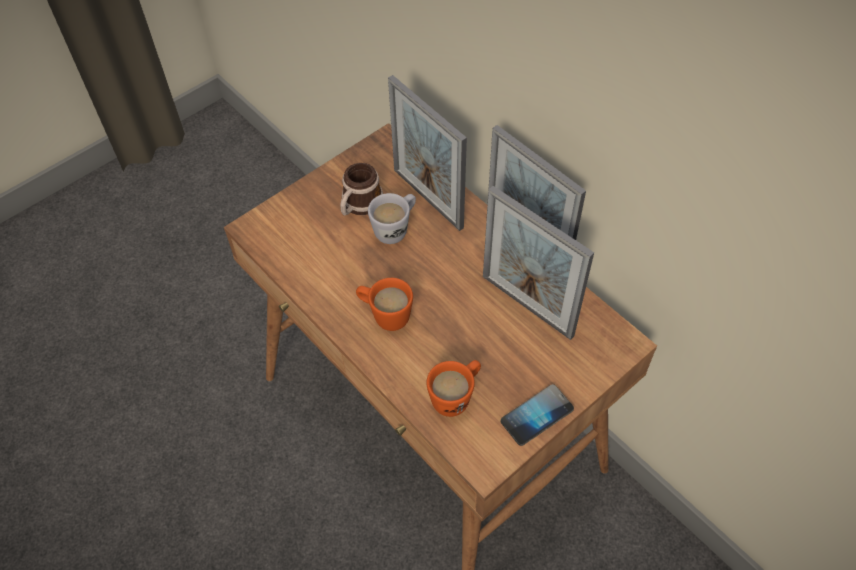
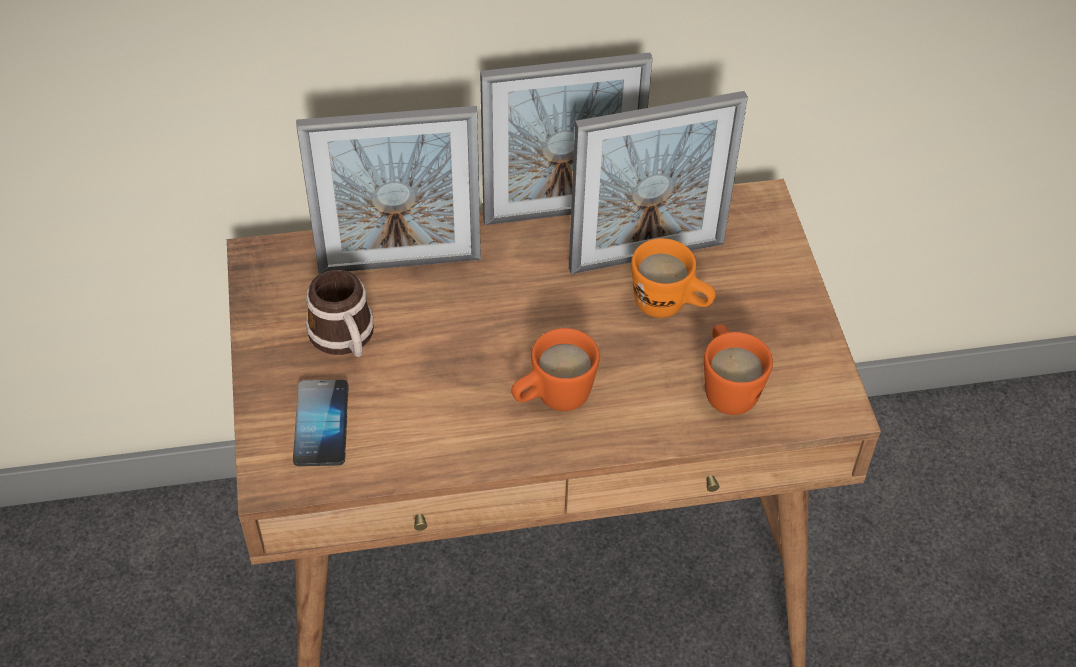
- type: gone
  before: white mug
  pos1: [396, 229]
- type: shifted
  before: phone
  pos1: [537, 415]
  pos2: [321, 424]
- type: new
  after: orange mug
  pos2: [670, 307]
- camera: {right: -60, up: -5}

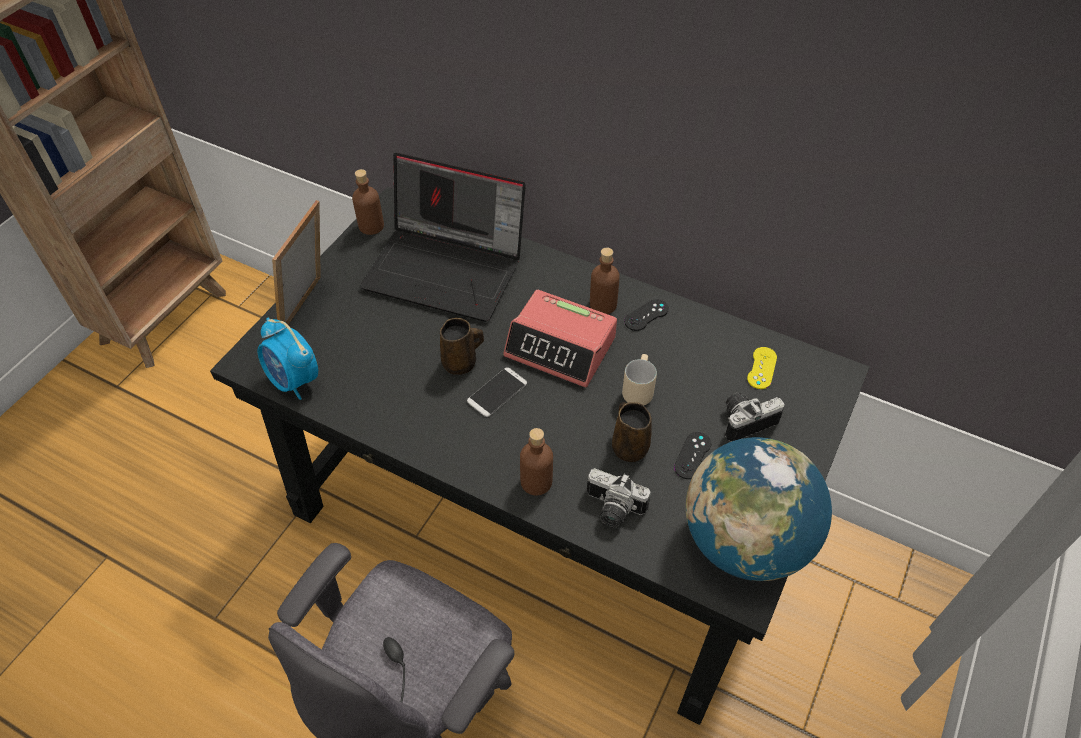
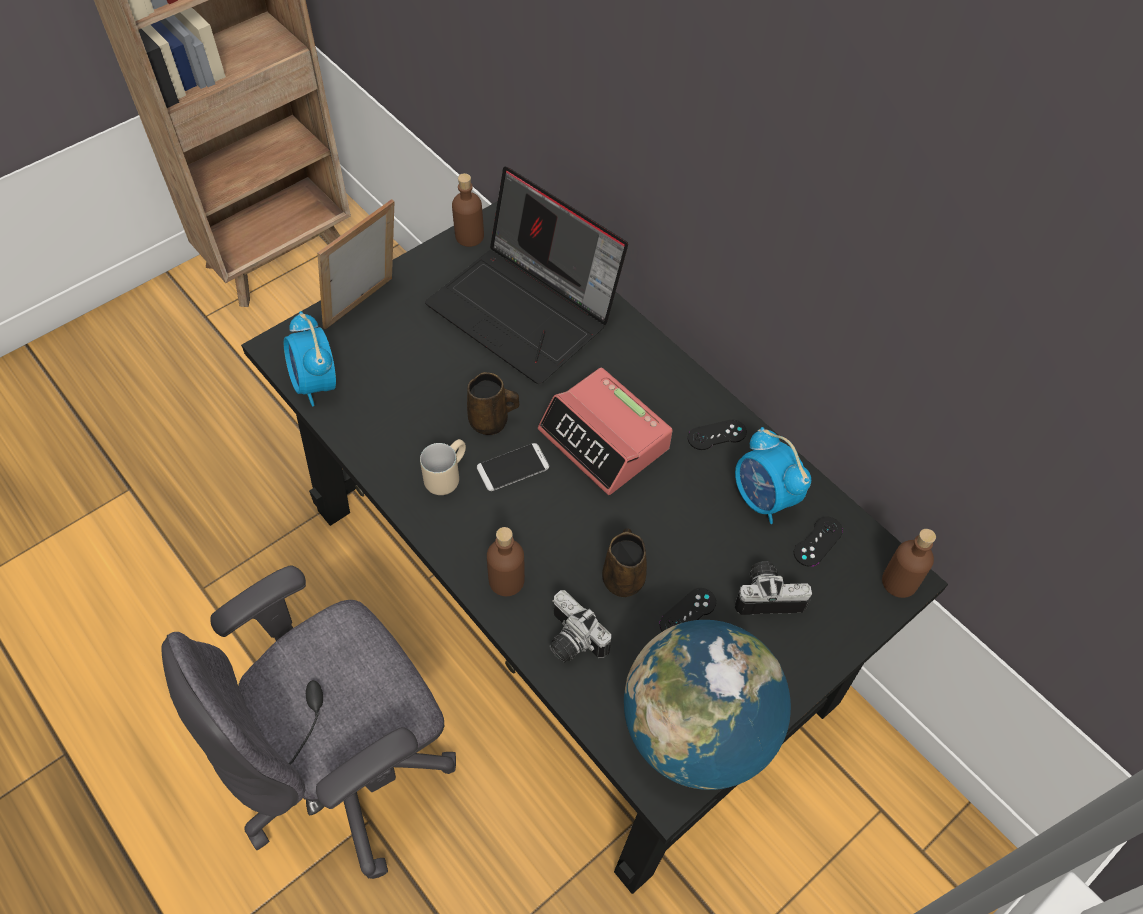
- type: shifted
  before: brown bottle
  pos1: [603, 304]
  pos2: [899, 582]
- type: repainted
  before: yellow game controller
  after: black game controller
  pos1: [762, 368]
  pos2: [818, 541]
- type: shifted
  before: beige mug
  pos1: [636, 389]
  pos2: [445, 475]
- type: new
  after: alarm clock
  pos2: [763, 499]
- camera: {right: 20, up: 5}

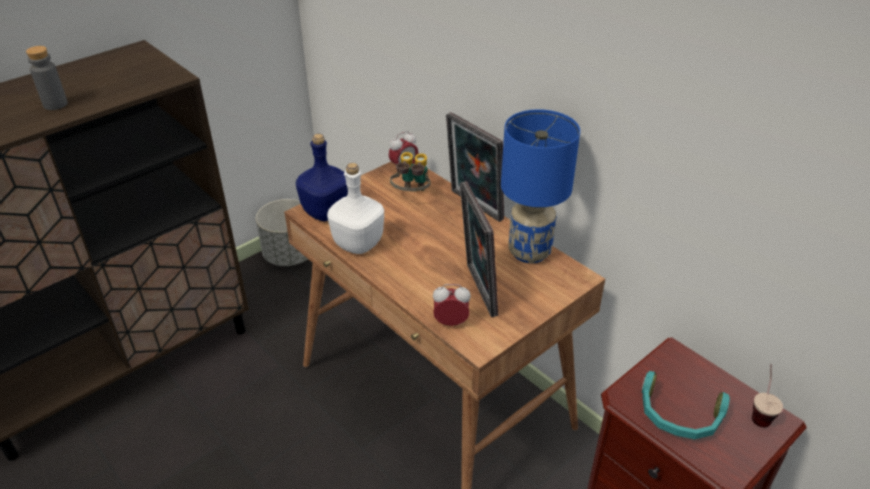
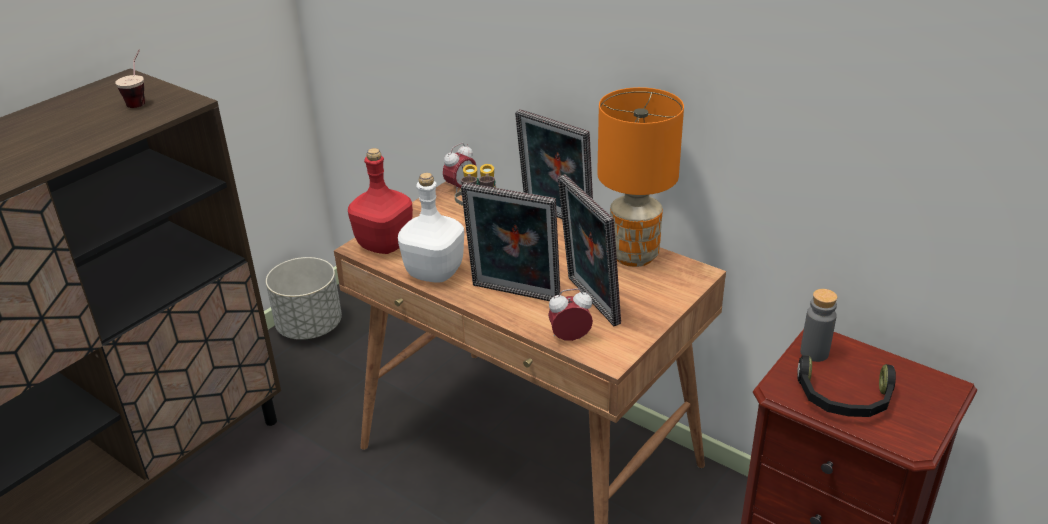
- type: shifted
  before: grey bottle
  pos1: [55, 104]
  pos2: [814, 353]
- type: repainted
  before: blue table lamp
  after: orange table lamp
  pos1: [530, 252]
  pos2: [635, 255]
- type: repainted
  before: blue bottle
  after: red bottle
  pos1: [325, 212]
  pos2: [384, 245]
- type: shifted
  before: cup
  pos1: [760, 411]
  pos2: [140, 100]
- type: repainted
  before: turquoise headphones
  after: black headphones
  pos1: [679, 416]
  pos2: [844, 399]
- type: new
  after: picture frame
  pos2: [514, 295]
- camera: {right: -10, up: -5}

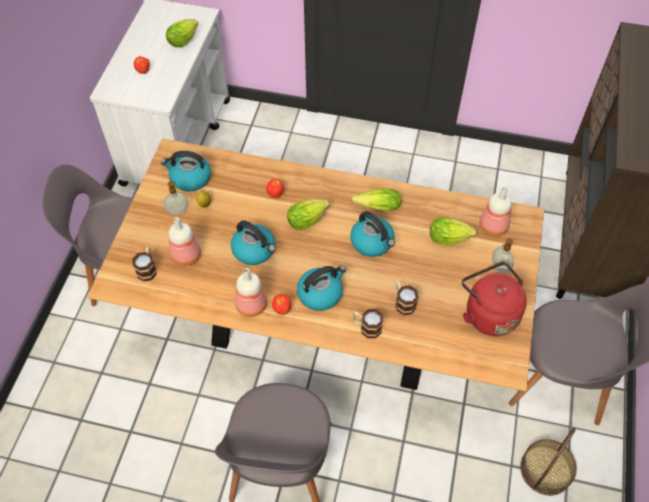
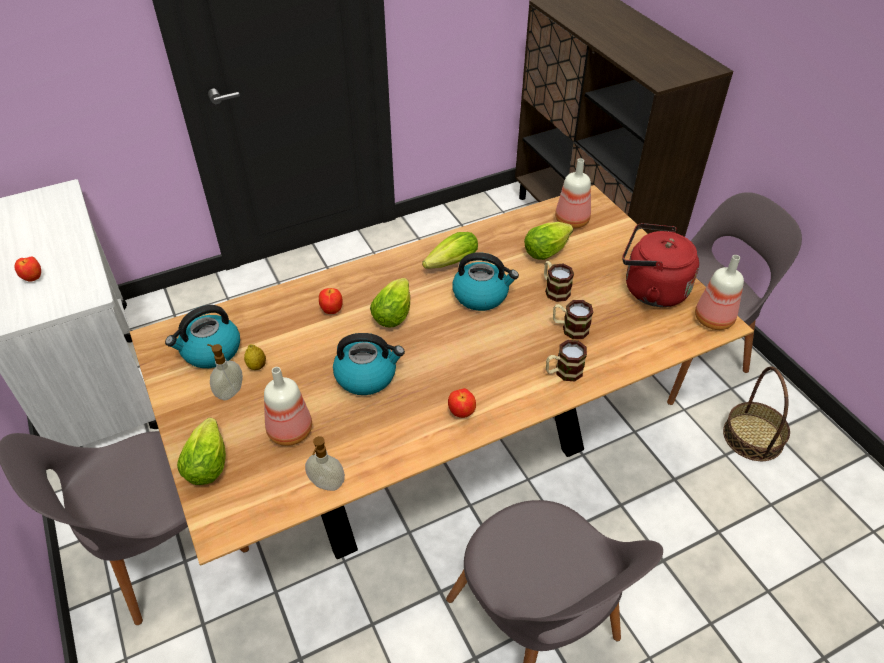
- type: shifted
  before: lettuce
  pos1: [184, 40]
  pos2: [208, 461]
- type: shifted
  before: soap dispenser
  pos1: [499, 268]
  pos2: [326, 485]
- type: shifted
  before: mug
  pos1: [148, 269]
  pos2: [554, 289]
- type: gone
  before: kettle
  pos1: [320, 293]
- type: shifted
  before: bottle
  pos1: [251, 306]
  pos2: [714, 320]
- camera: {right: -40, up: -10}

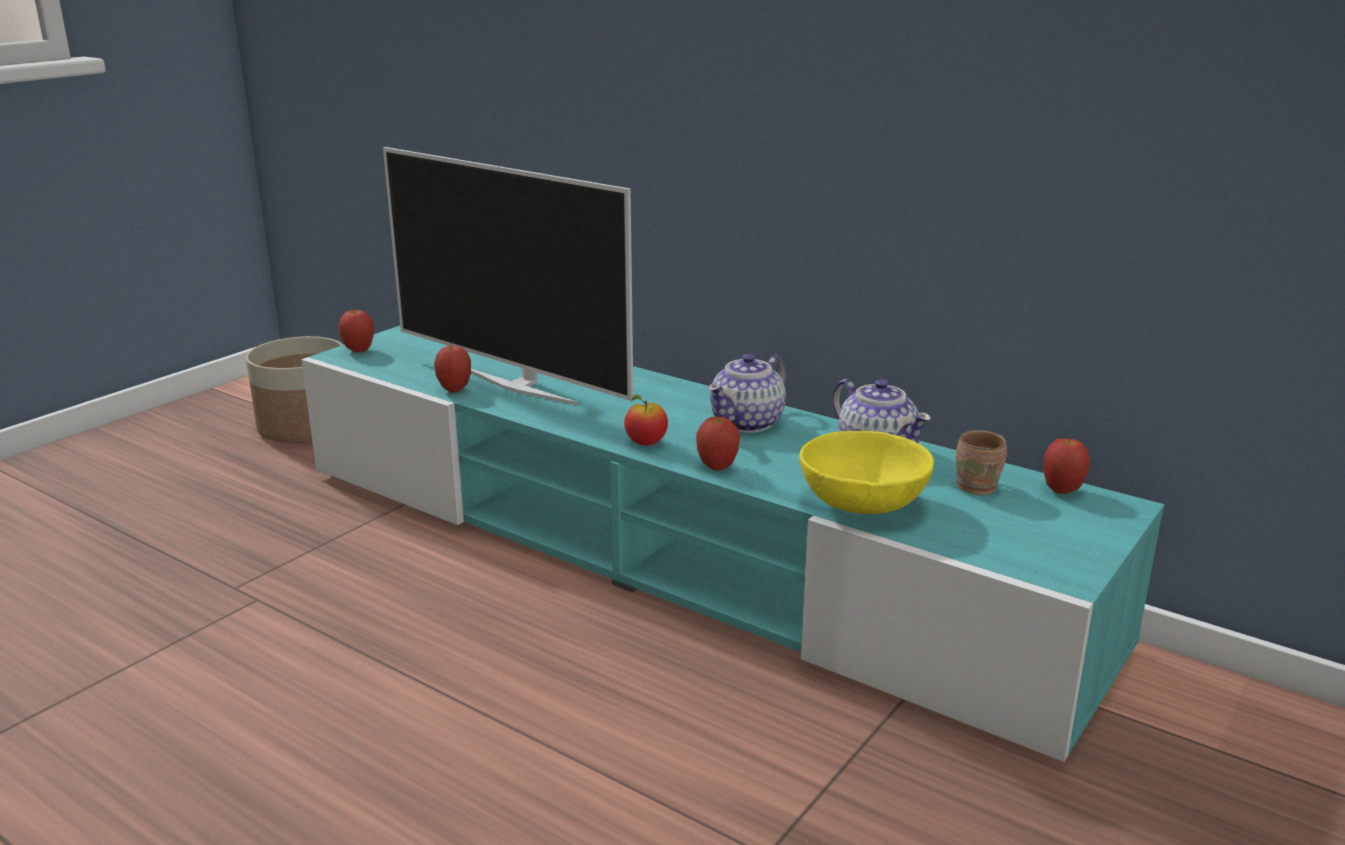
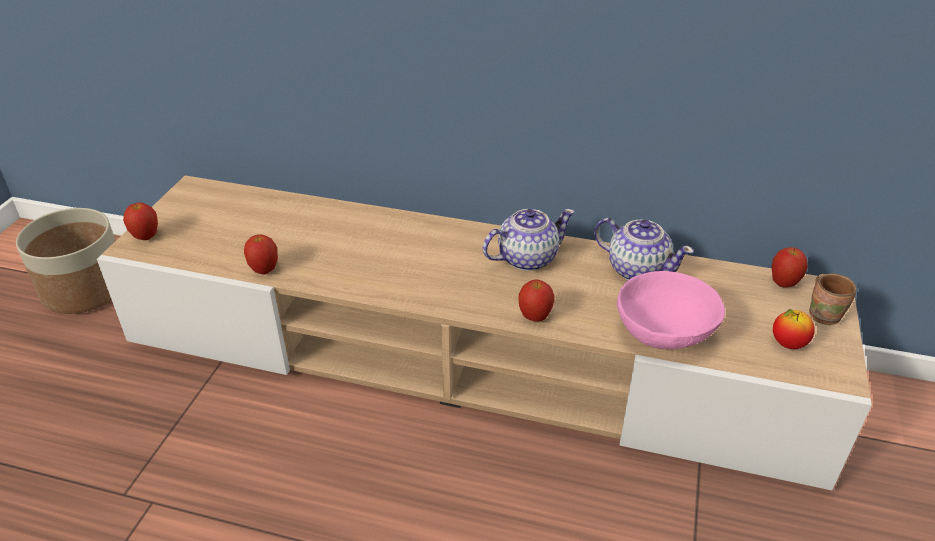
- type: gone
  before: television
  pos1: [520, 385]
- type: repainted
  before: turquoise tv stand
  after: beige tv stand
  pos1: [674, 553]
  pos2: [469, 358]
- type: rotated
  before: teapot
  pos1: [748, 422]
  pos2: [526, 258]
  turn: -135
- type: shifted
  before: apple
  pos1: [646, 443]
  pos2: [788, 344]
- type: shifted
  before: brown mug
  pos1: [978, 487]
  pos2: [824, 315]
- type: repainted
  before: yellow bowl
  after: pink bowl
  pos1: [864, 505]
  pos2: [665, 334]
- camera: {right: -20, up: 15}

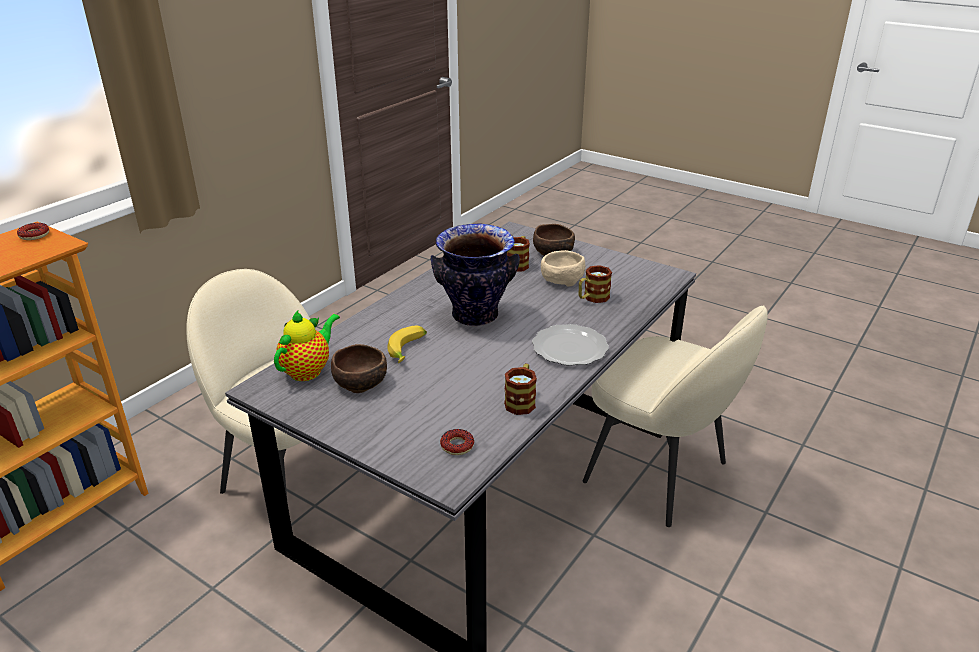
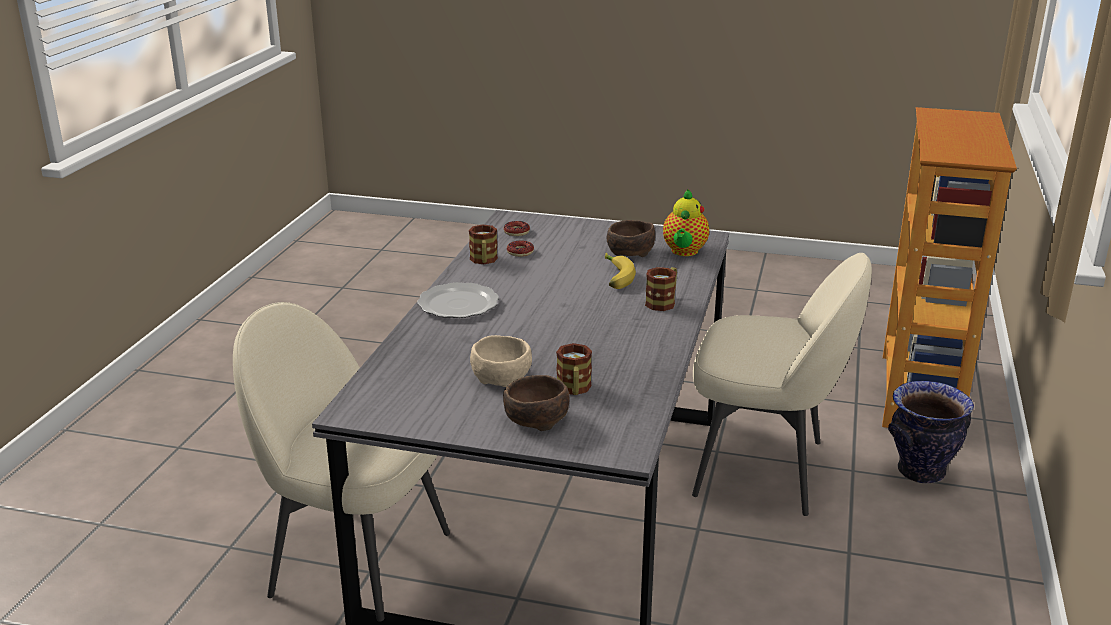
- type: shifted
  before: donut
  pos1: [34, 235]
  pos2: [520, 252]
- type: shifted
  before: vase
  pos1: [475, 316]
  pos2: [920, 471]
- type: shifted
  before: mug
  pos1: [592, 298]
  pos2: [663, 302]
- camera: {right: 160, up: -5}

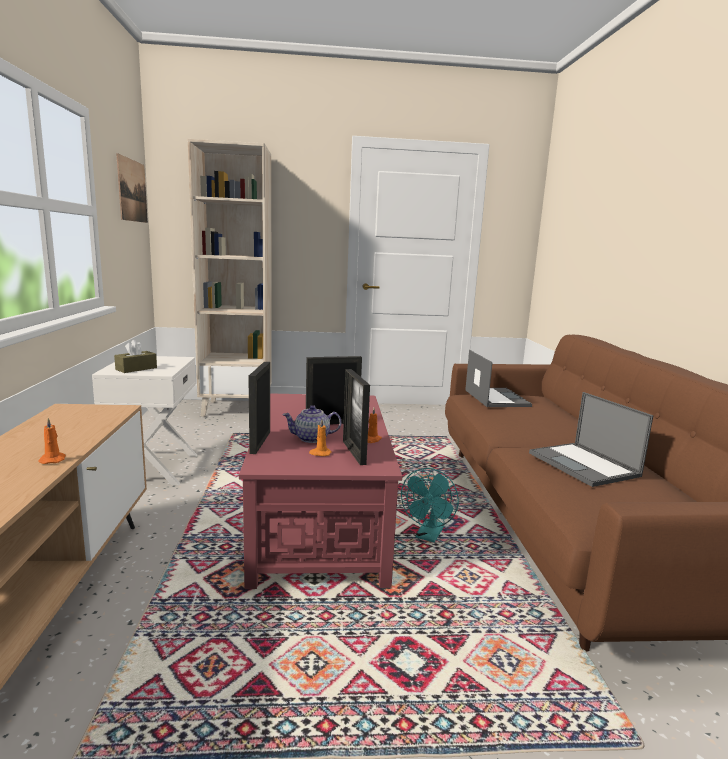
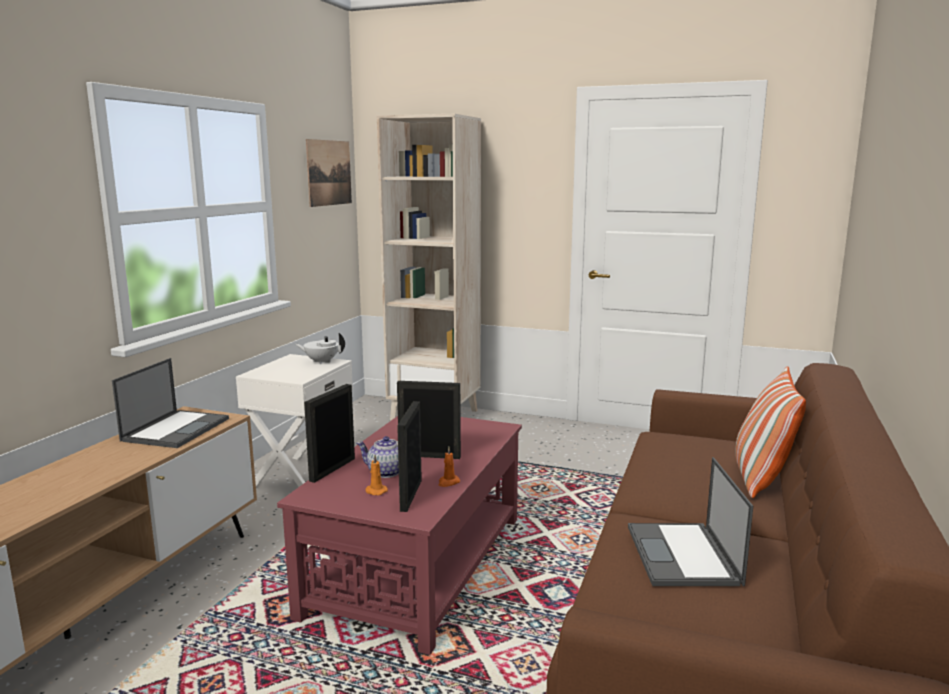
- type: gone
  before: brown tissue box
  pos1: [136, 368]
- type: shifted
  before: laptop
  pos1: [496, 398]
  pos2: [176, 429]
- type: gone
  before: orange candle
  pos1: [53, 459]
- type: gone
  before: turquoise fan
  pos1: [428, 536]
- type: new
  after: white teapot
  pos2: [321, 362]
- type: new
  after: pillow
  pos2: [760, 478]
- camera: {right: 25, up: 0}

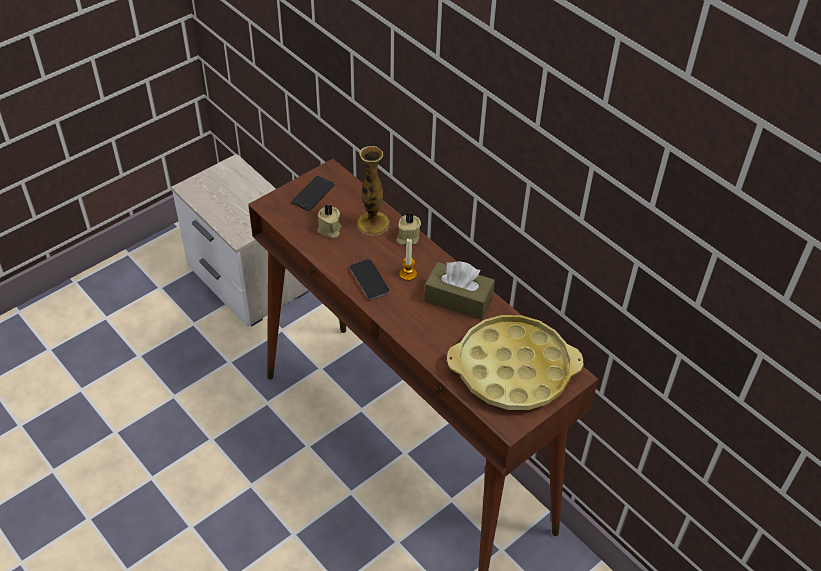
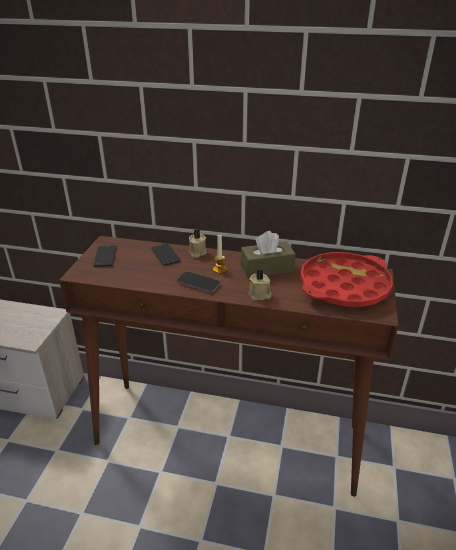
- type: swapped
  before: vase
  after: phone
  pos1: [373, 223]
  pos2: [165, 255]
- type: shifted
  before: beige candle
  pos1: [329, 230]
  pos2: [260, 295]
- type: repainted
  before: yellow tray
  after: red tray
  pos1: [513, 369]
  pos2: [344, 286]
- camera: {right: -35, up: -15}

